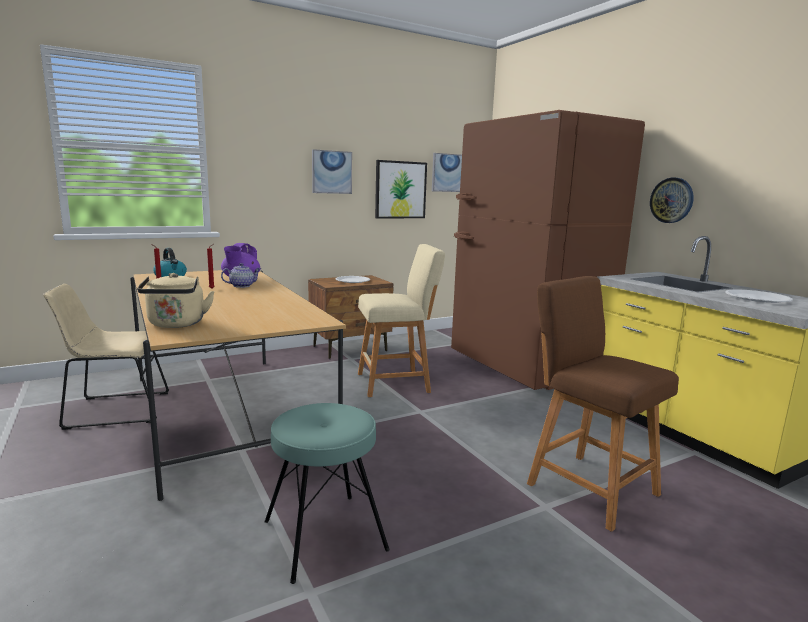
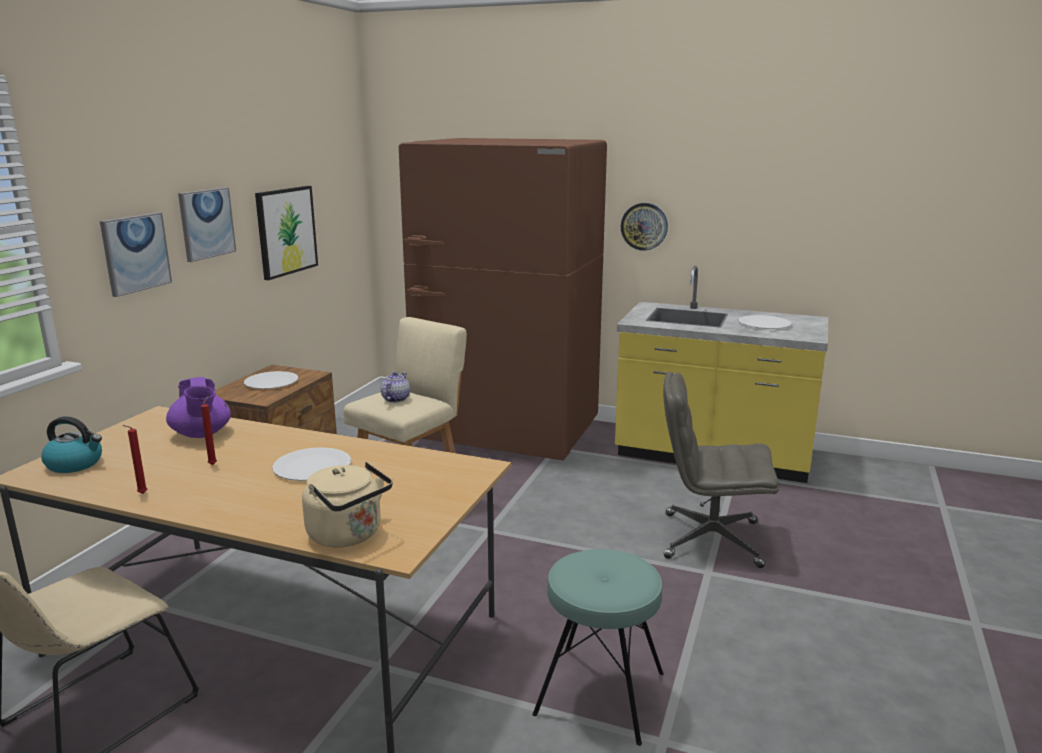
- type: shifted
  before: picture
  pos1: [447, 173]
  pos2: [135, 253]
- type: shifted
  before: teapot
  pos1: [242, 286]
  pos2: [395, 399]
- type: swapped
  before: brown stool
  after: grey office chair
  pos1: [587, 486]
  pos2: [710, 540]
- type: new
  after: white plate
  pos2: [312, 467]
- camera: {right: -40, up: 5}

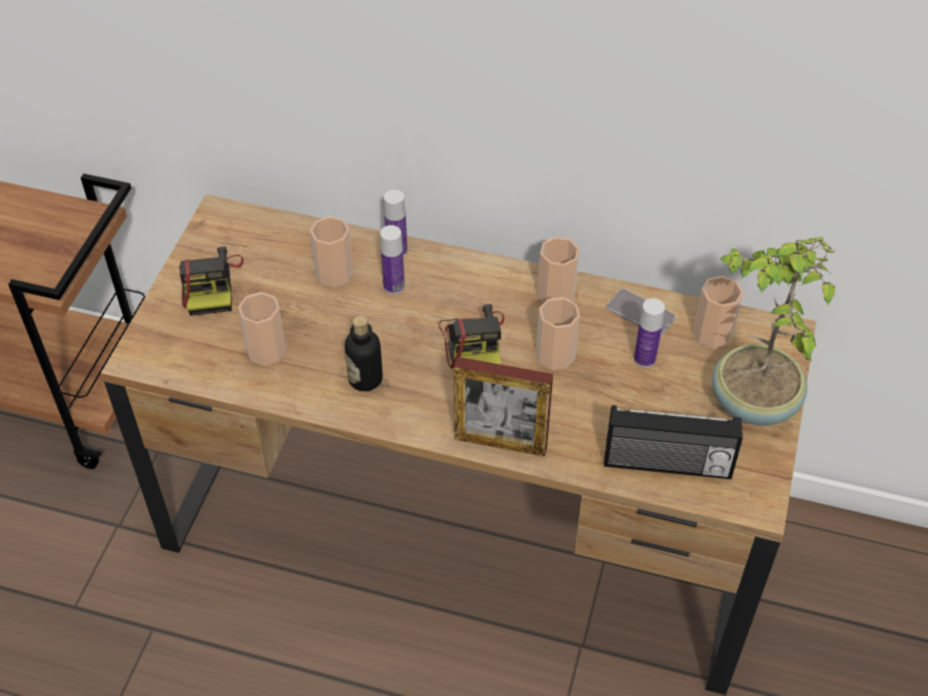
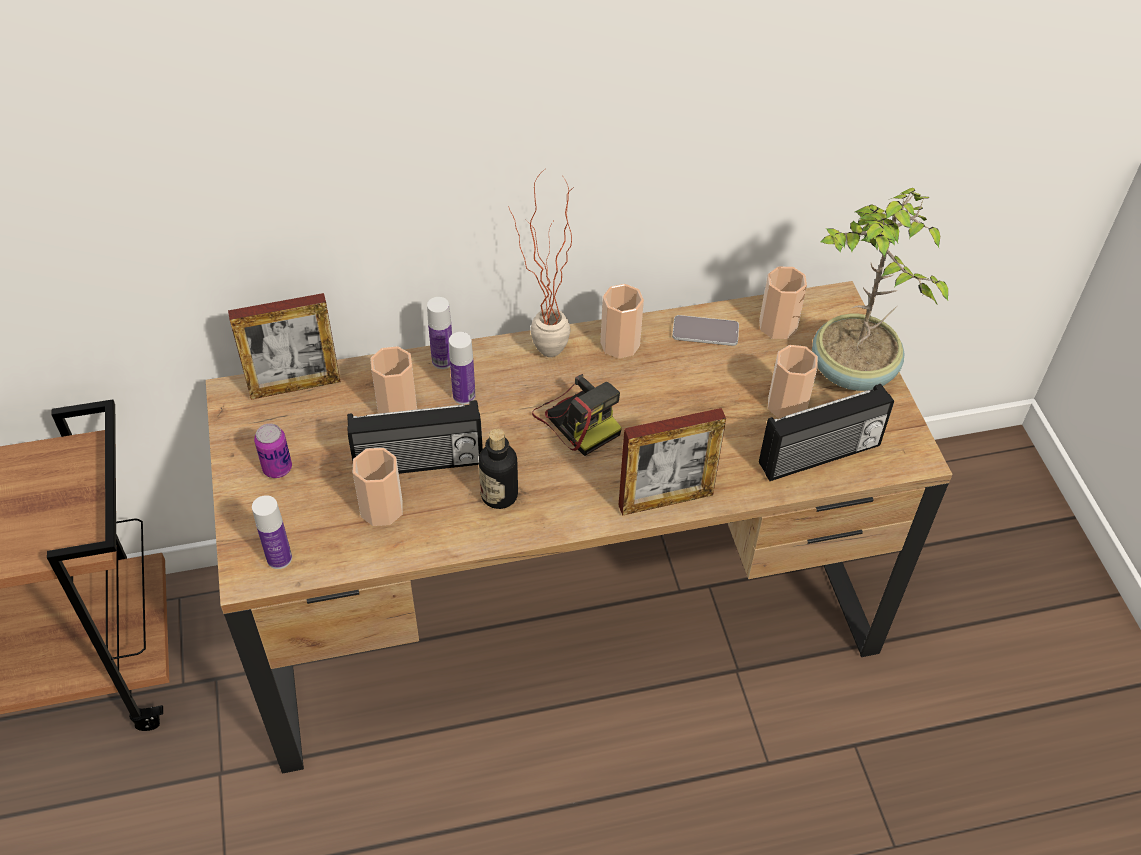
- type: swapped
  before: photo camera
  after: can
  pos1: [211, 285]
  pos2: [277, 468]
- type: shifted
  before: cup
  pos1: [555, 355]
  pos2: [787, 405]
- type: shifted
  before: bottle
  pos1: [644, 359]
  pos2: [279, 558]
- type: new
  after: potted plant
  pos2: [540, 356]
- type: new
  after: picture frame
  pos2: [295, 386]
- type: new
  after: radio
  pos2: [419, 464]
- camera: {right: -30, up: 0}

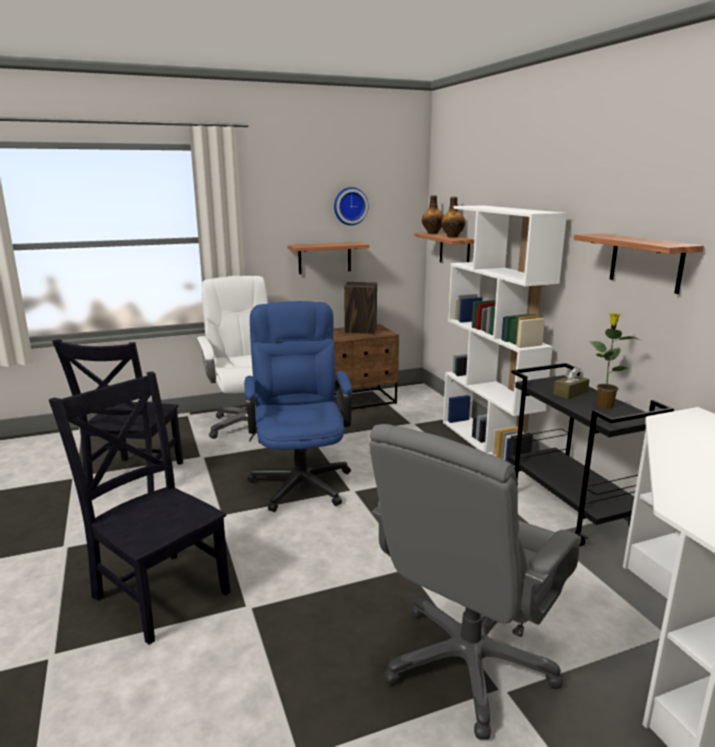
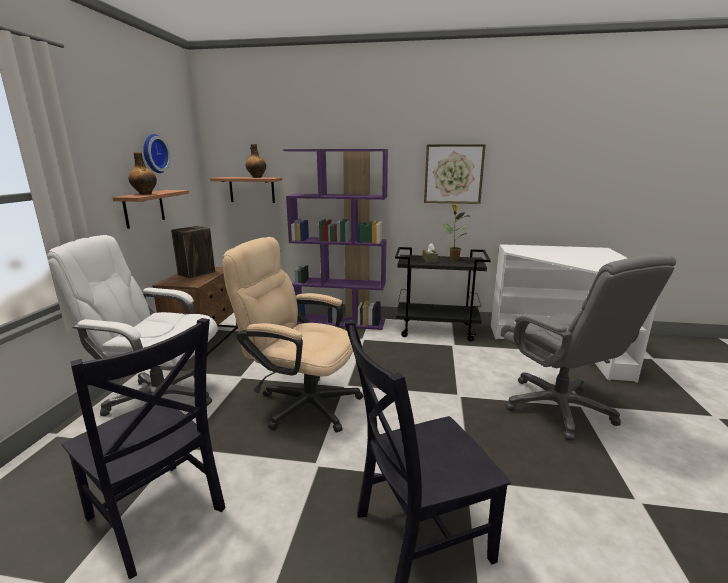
- type: shifted
  before: bottle
  pos1: [432, 233]
  pos2: [145, 194]
- type: repainted
  before: white bookcase
  after: purple bookcase
  pos1: [488, 443]
  pos2: [340, 322]
- type: swapped
  before: shelf
  after: picture
  pos1: [646, 262]
  pos2: [453, 174]
- type: repainted
  before: blue office chair
  after: beige office chair
  pos1: [300, 479]
  pos2: [301, 402]
- camera: {right: -60, up: 0}

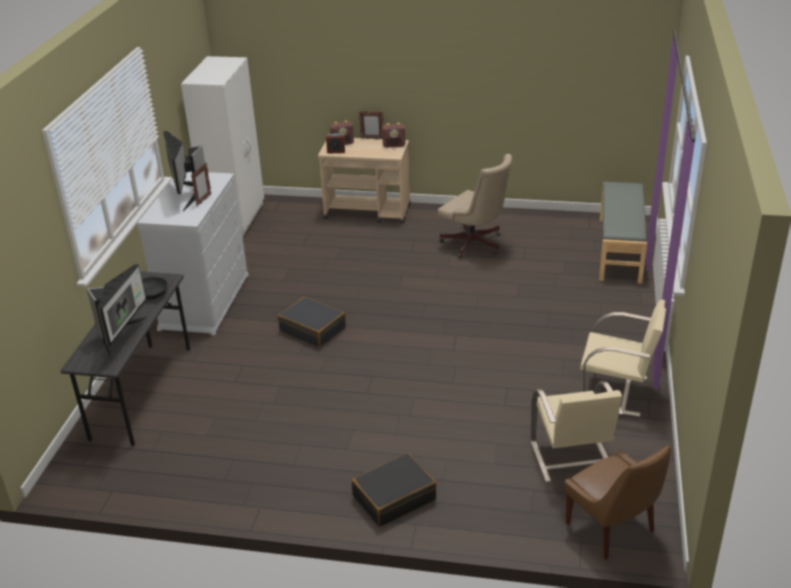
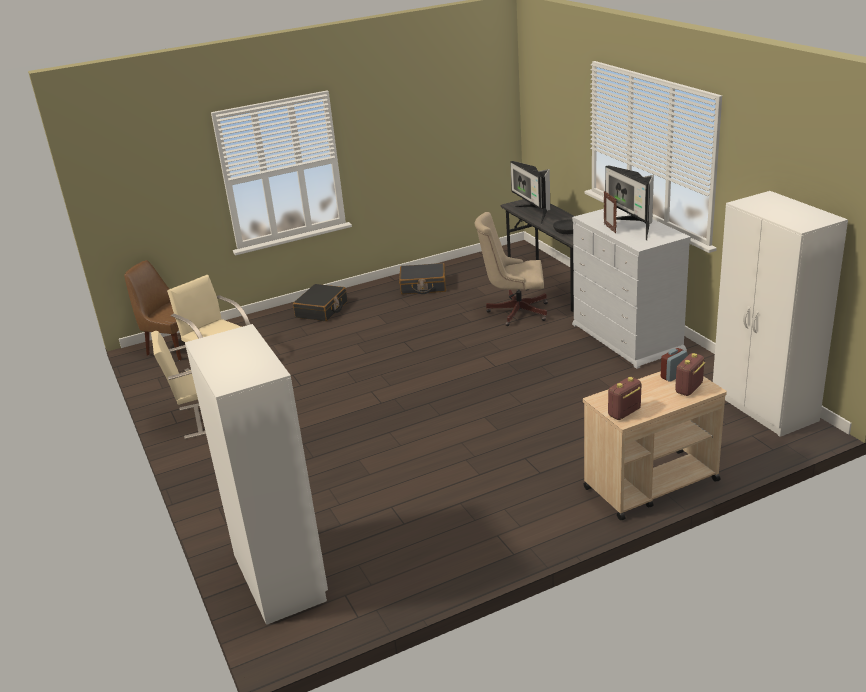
- type: gone
  before: picture frame
  pos1: [372, 139]
- type: rotated
  before: monitor
  pos1: [187, 194]
  pos2: [633, 227]
  turn: -150
- type: shifted
  before: beige office chair
  pos1: [475, 245]
  pos2: [514, 312]
- type: swapped
  before: grey bench
  after: white wardrobe
  pos1: [620, 250]
  pos2: [280, 575]
- type: shifted
  before: black suitcase
  pos1: [313, 329]
  pos2: [423, 286]
- camera: {right: 145, up: -5}

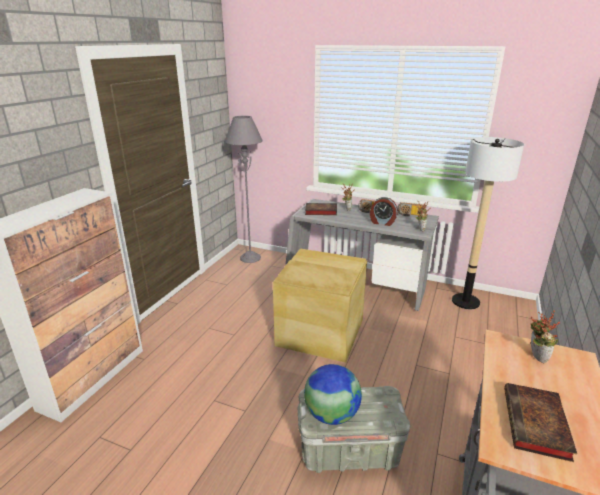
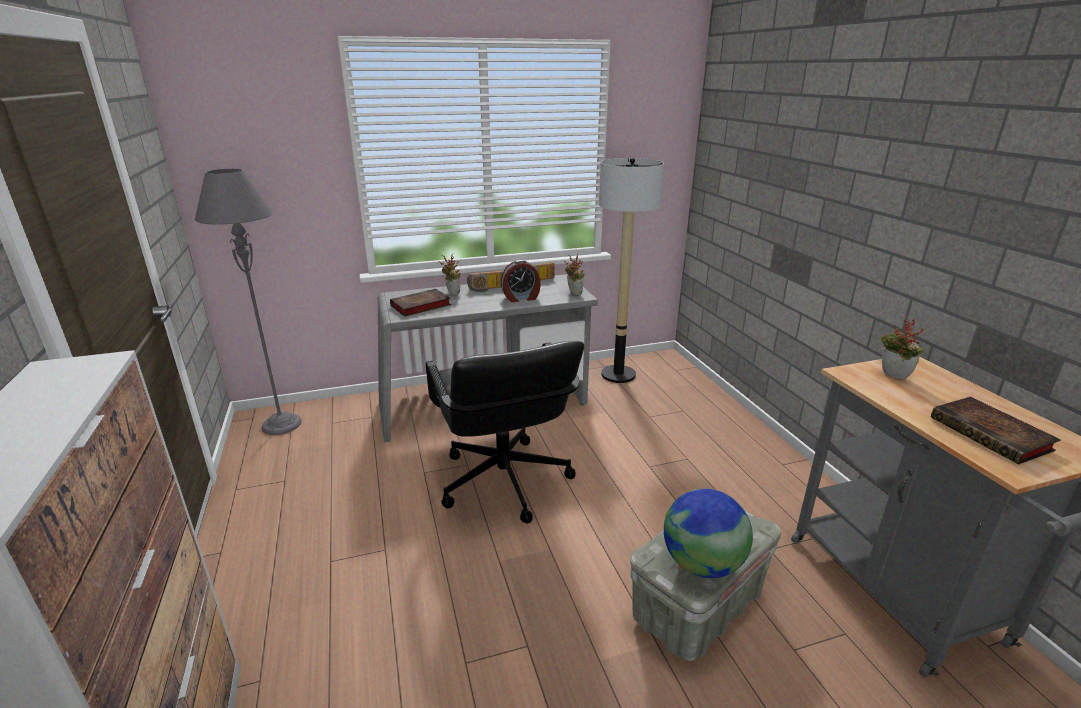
- type: swapped
  before: beige storage box
  after: black office chair
  pos1: [320, 331]
  pos2: [503, 481]
- camera: {right: -40, up: 0}

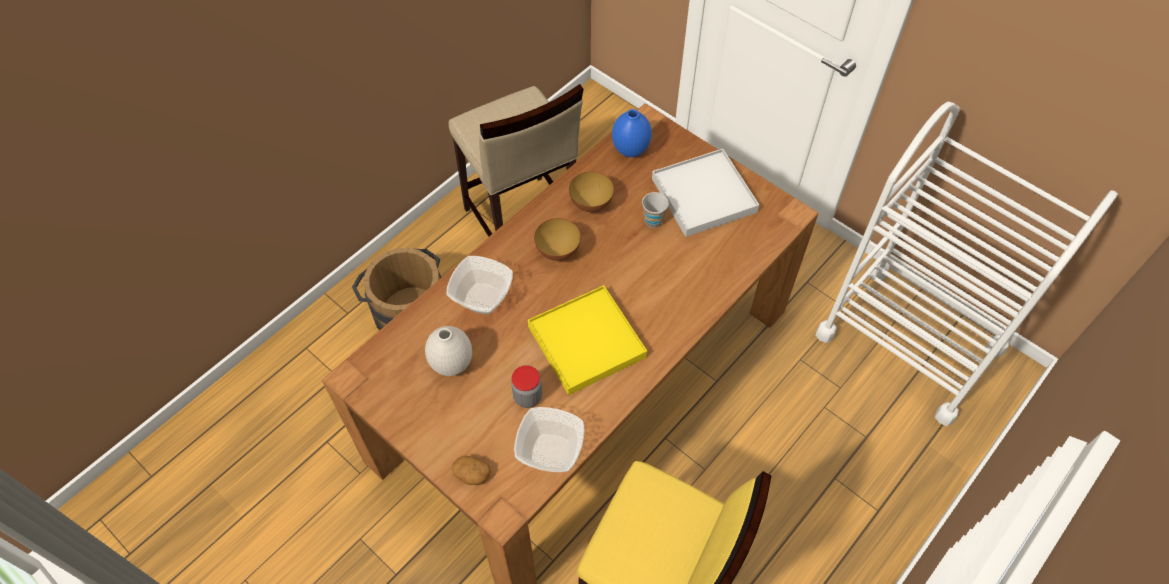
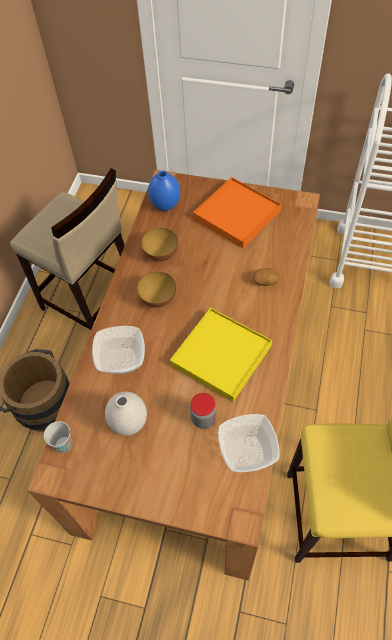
- type: repainted
  before: white tray
  after: orange tray
  pos1: [703, 195]
  pos2: [237, 215]
- type: shifted
  before: cup
  pos1: [653, 221]
  pos2: [64, 444]
- type: shifted
  before: potato
  pos1: [471, 474]
  pos2: [265, 281]
- camera: {right: -25, up: 0}

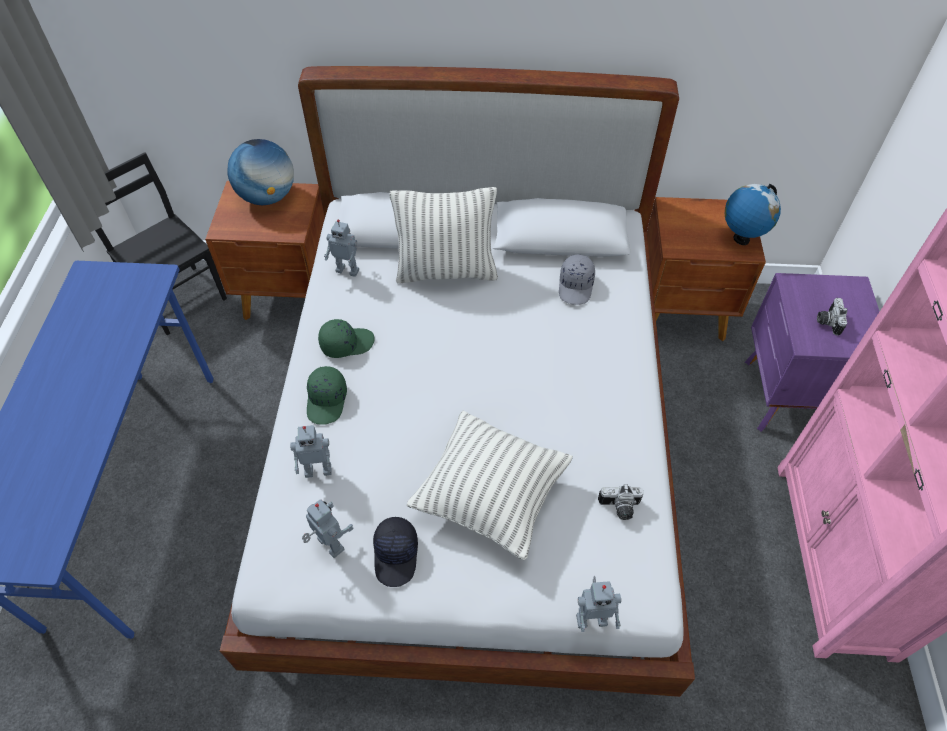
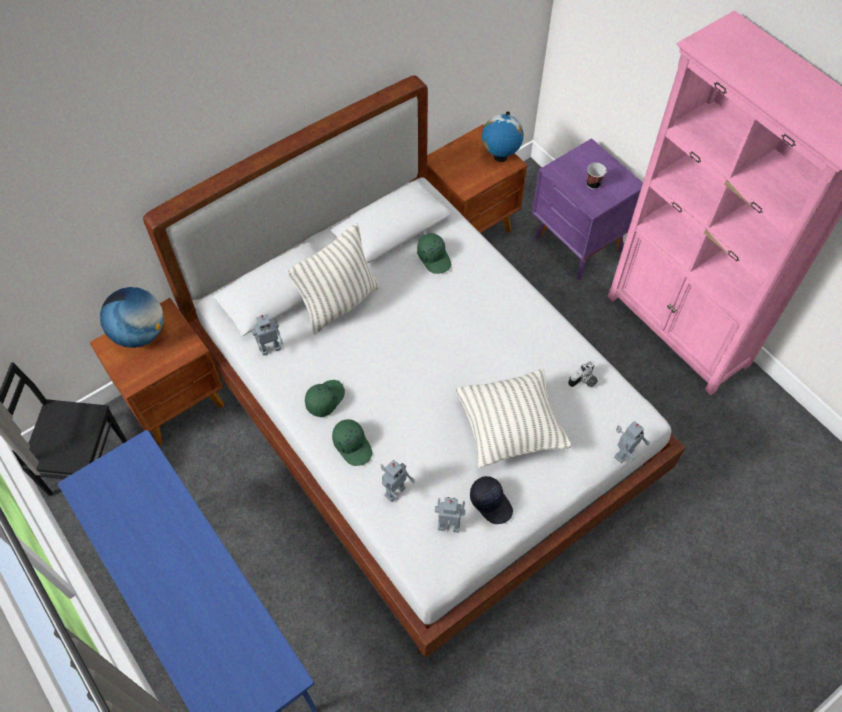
- type: repainted
  before: grey cap
  after: green cap
  pos1: [576, 286]
  pos2: [434, 258]
- type: swapped
  before: photo camera
  after: cup
  pos1: [827, 321]
  pos2: [593, 184]
- camera: {right: -40, up: 5}

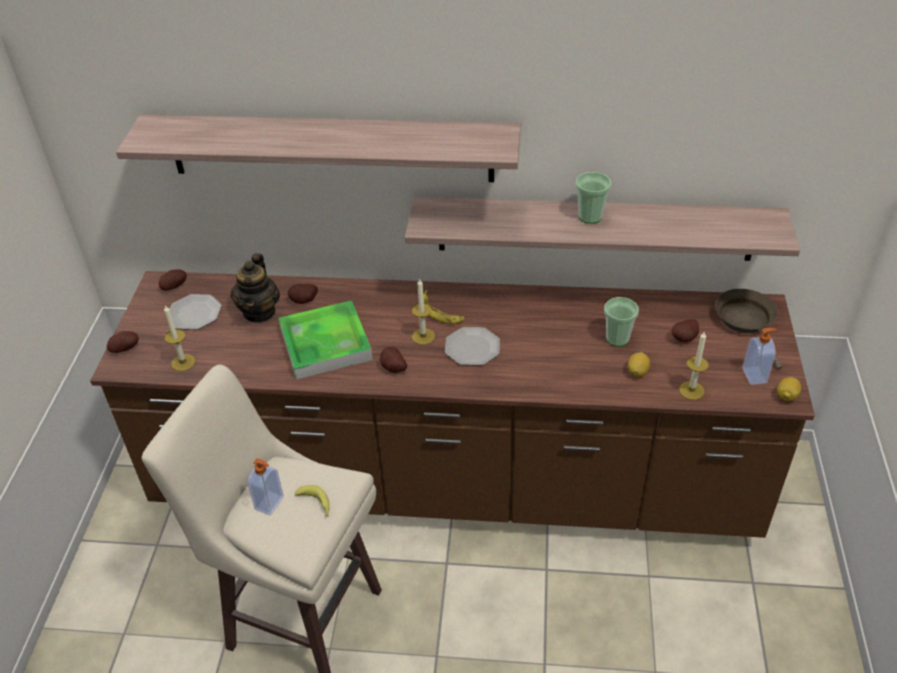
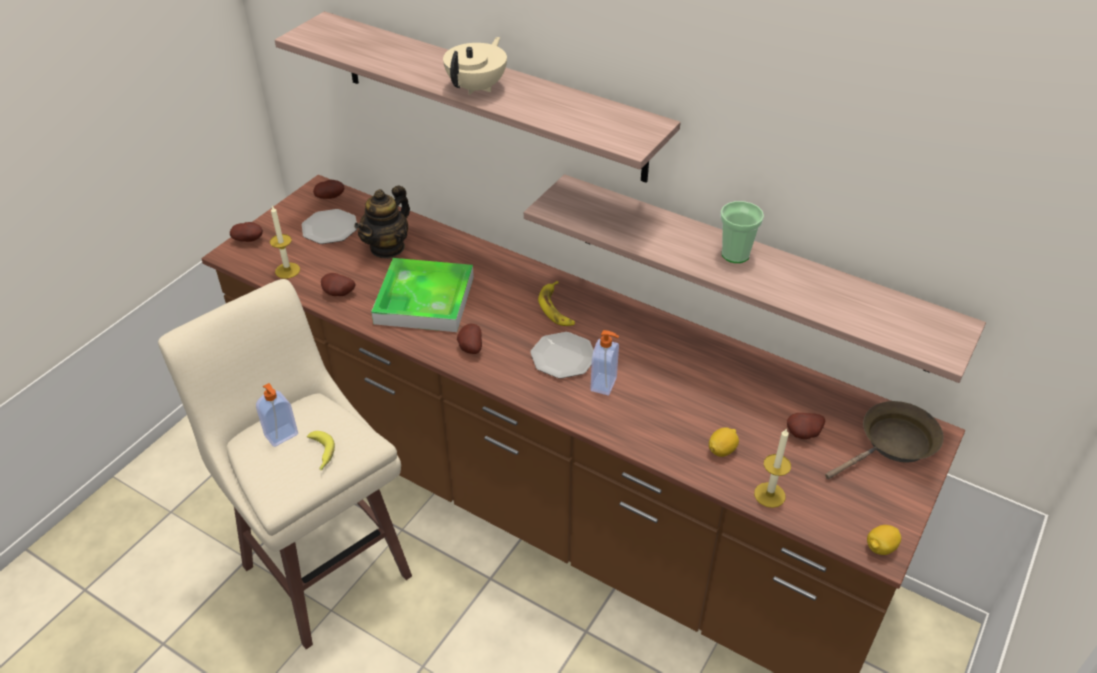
- type: gone
  before: candle
  pos1: [423, 336]
- type: shifted
  before: potato
  pos1: [304, 301]
  pos2: [338, 294]
- type: rotated
  before: brown frying pan
  pos1: [747, 322]
  pos2: [893, 444]
  turn: 45
- type: gone
  before: cup
  pos1: [617, 338]
- type: shifted
  before: soap dispenser
  pos1: [755, 375]
  pos2: [604, 384]
- type: new
  after: beige teapot
  pos2: [477, 87]
- camera: {right: 25, up: 0}

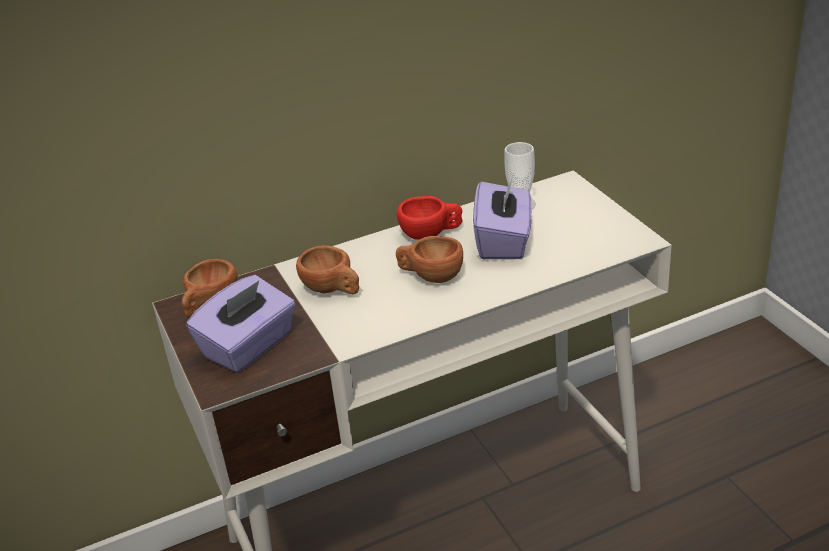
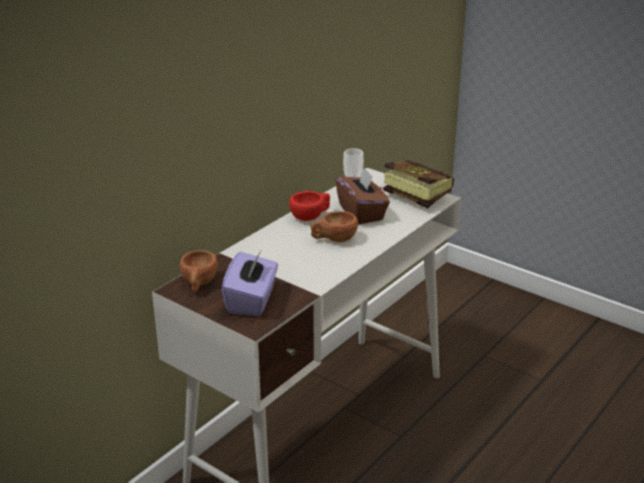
- type: repainted
  before: purple tissue box
  after: brown tissue box
  pos1: [504, 241]
  pos2: [362, 213]
- type: gone
  before: brown cup
  pos1: [333, 289]
- type: new
  after: book
  pos2: [411, 195]
- camera: {right: -30, up: -5}

